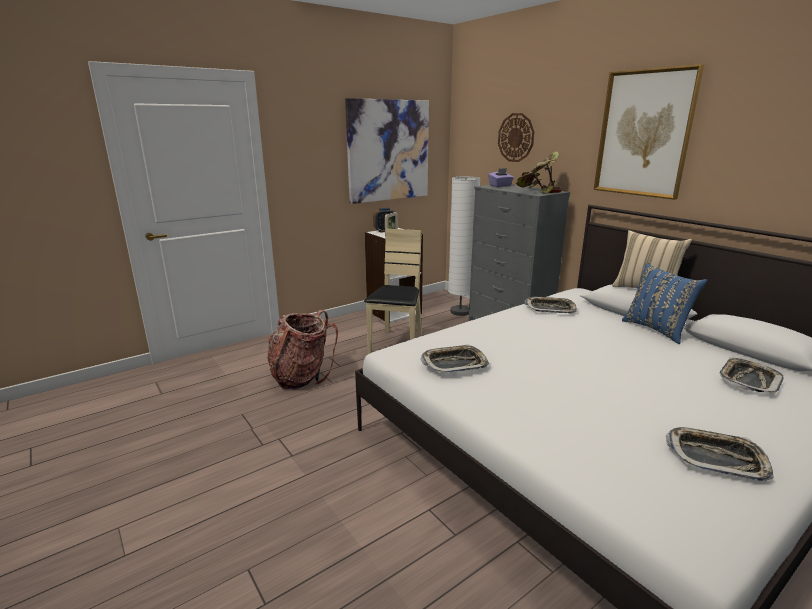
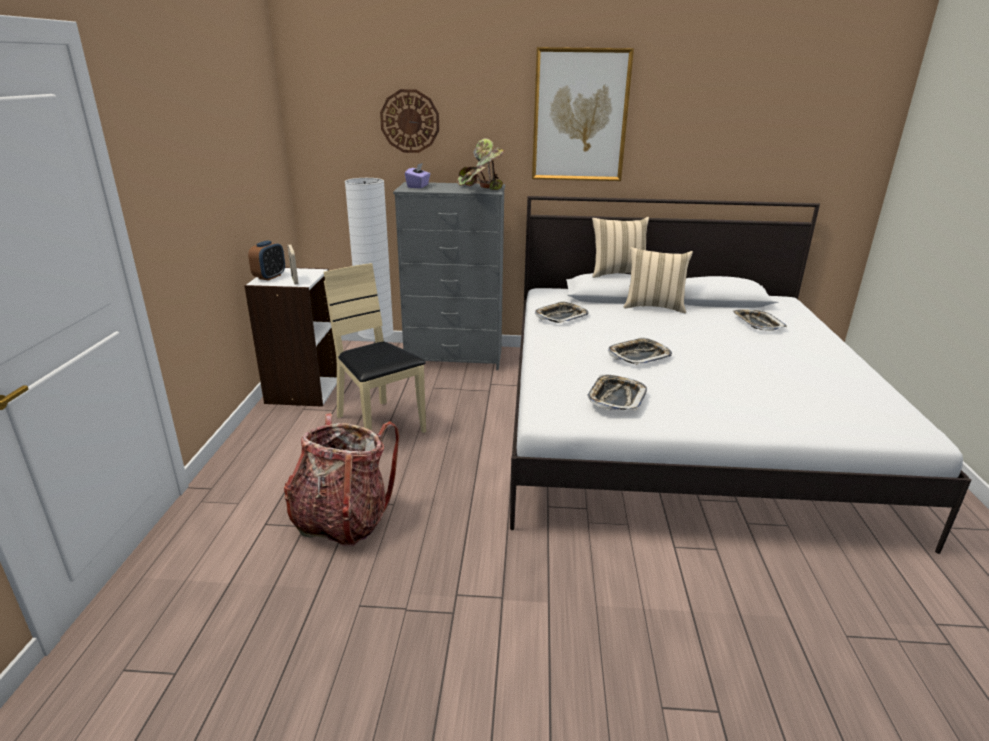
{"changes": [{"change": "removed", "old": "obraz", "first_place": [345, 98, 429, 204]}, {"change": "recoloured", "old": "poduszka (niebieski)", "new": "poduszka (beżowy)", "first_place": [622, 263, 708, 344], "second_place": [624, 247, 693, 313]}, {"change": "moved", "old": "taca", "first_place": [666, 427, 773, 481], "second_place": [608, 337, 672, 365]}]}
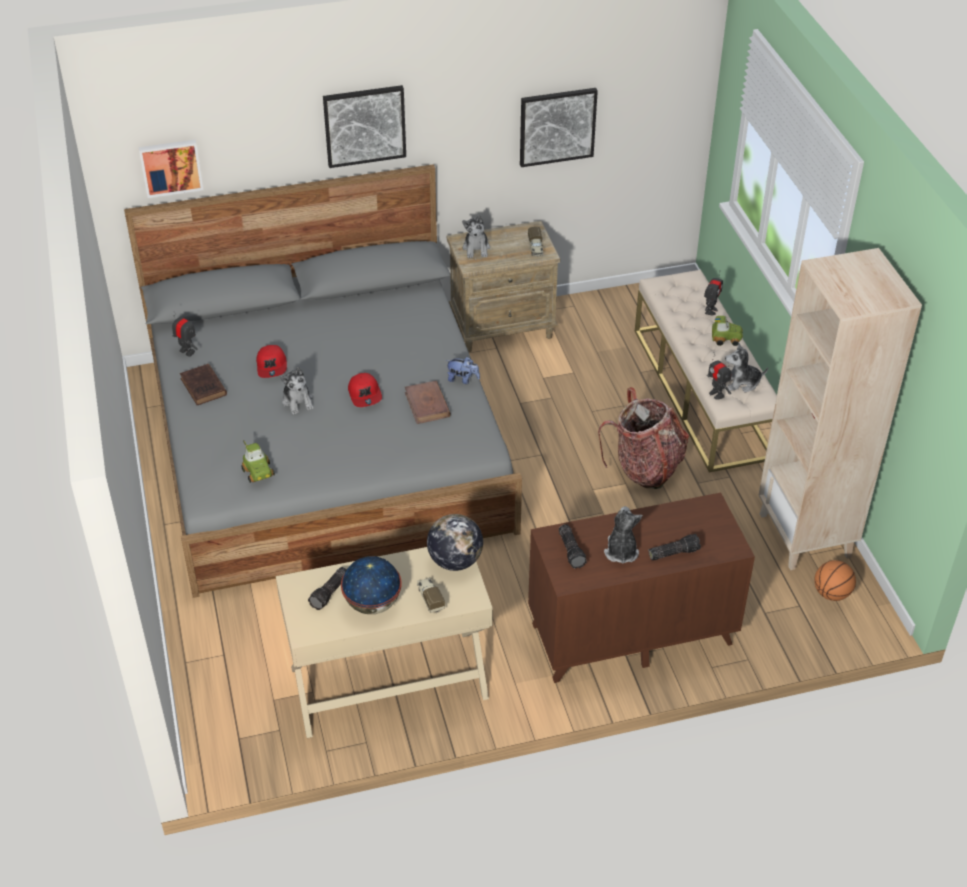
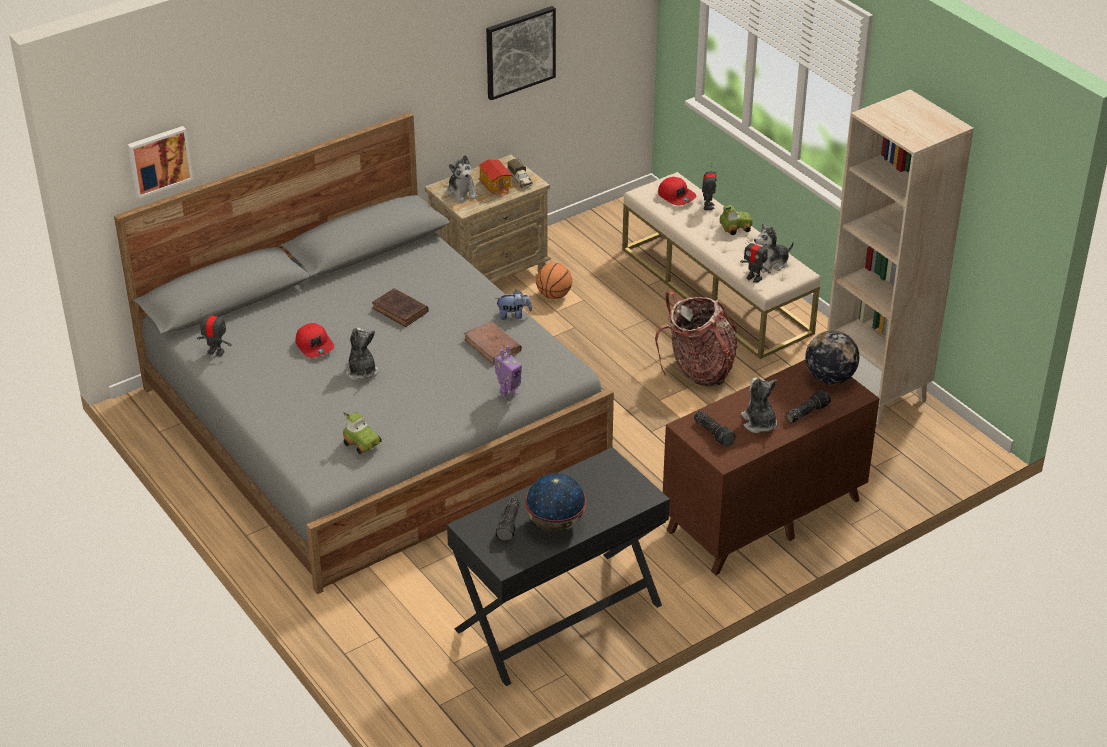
{"changes": [{"change": "removed", "old": "obraz", "first_place": [323, 85, 406, 168]}, {"change": "moved", "old": "książka (brązowy)", "first_place": [180, 364, 227, 405], "second_place": [372, 288, 429, 327]}, {"change": "turned", "old": "pluszak", "first_place": [281, 367, 314, 415], "second_place": [346, 328, 378, 380], "degrees": -150}, {"change": "moved", "old": "czapka z daszkiem (czerwony)", "first_place": [348, 373, 382, 407], "second_place": [658, 177, 696, 205]}, {"change": "moved", "old": "globus", "first_place": [427, 514, 483, 571], "second_place": [805, 331, 859, 384]}, {"change": "recoloured", "old": "biurko (beżowy)", "new": "biurko (czarny)", "first_place": [276, 547, 493, 738], "second_place": [447, 447, 670, 686]}, {"change": "moved", "old": "piłka do koszykówki", "first_place": [814, 560, 856, 601], "second_place": [536, 263, 572, 299]}, {"change": "removed", "old": "ciężarówka zabawkowa", "first_place": [417, 577, 445, 613]}, {"change": "added", "new": "domek", "second_place": [478, 159, 512, 196]}, {"change": "added", "new": "robot zabawkowy", "second_place": [495, 346, 522, 400]}]}
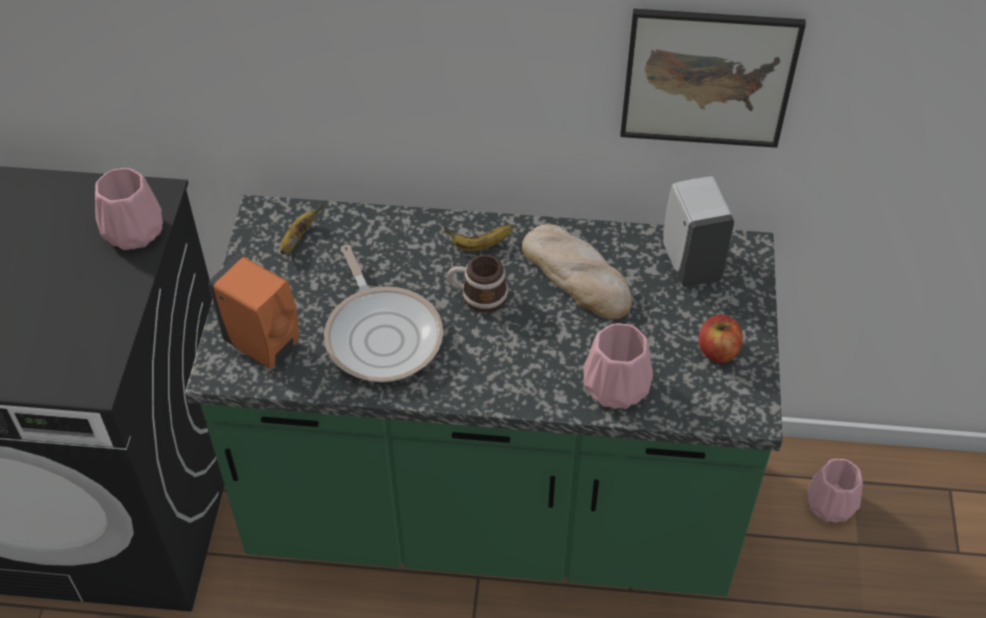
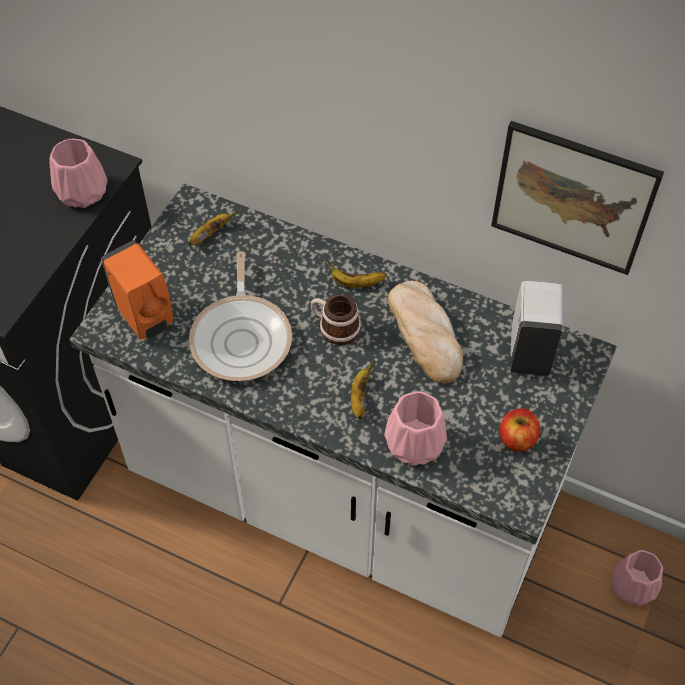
{"changes": [{"change": "recoloured", "old": "zabudowa kuchenna (zielony)", "new": "zabudowa kuchenna (biały)", "first_place": [185, 195, 783, 596], "second_place": [70, 184, 617, 637]}, {"change": "added", "new": "banan", "second_place": [351, 360, 375, 419]}]}
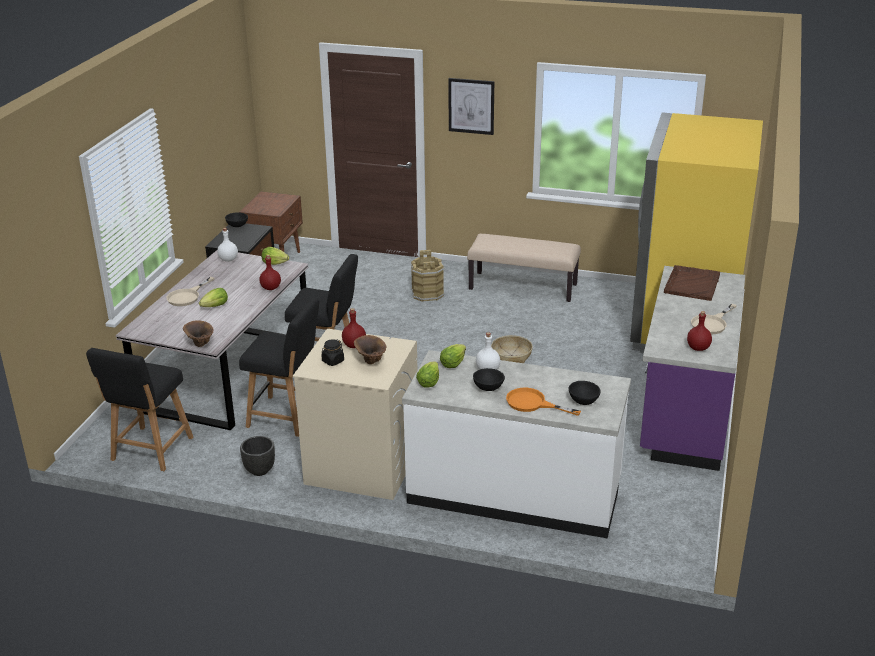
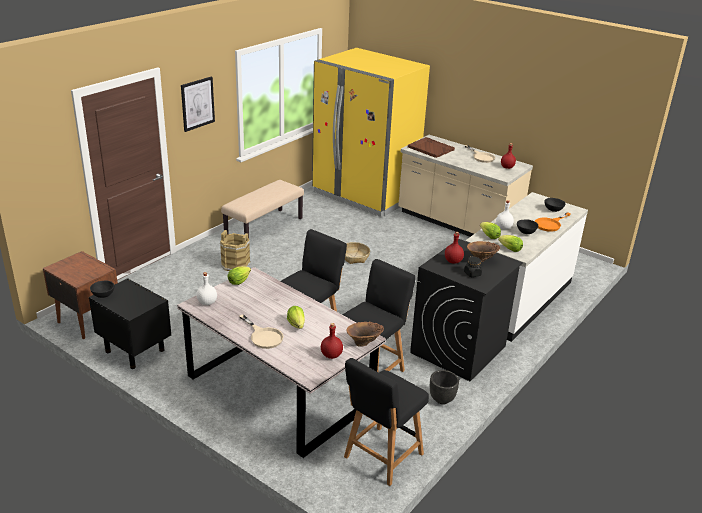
{"changes": [{"change": "moved", "old": "butelka (czerwony)", "first_place": [259, 255, 281, 290], "second_place": [321, 323, 343, 359]}, {"change": "recoloured", "old": "zabudowa kuchenna (fioletowy)", "new": "zabudowa kuchenna (beżowy)", "first_place": [640, 266, 745, 471], "second_place": [398, 135, 533, 237]}, {"change": "recoloured", "old": "pralka (beżowy)", "new": "pralka (czarny)", "first_place": [293, 329, 418, 500], "second_place": [410, 239, 523, 381]}, {"change": "turned", "old": "krzesło (czarny)", "first_place": [86, 348, 193, 471], "second_place": [344, 358, 429, 486], "degrees": 90}]}
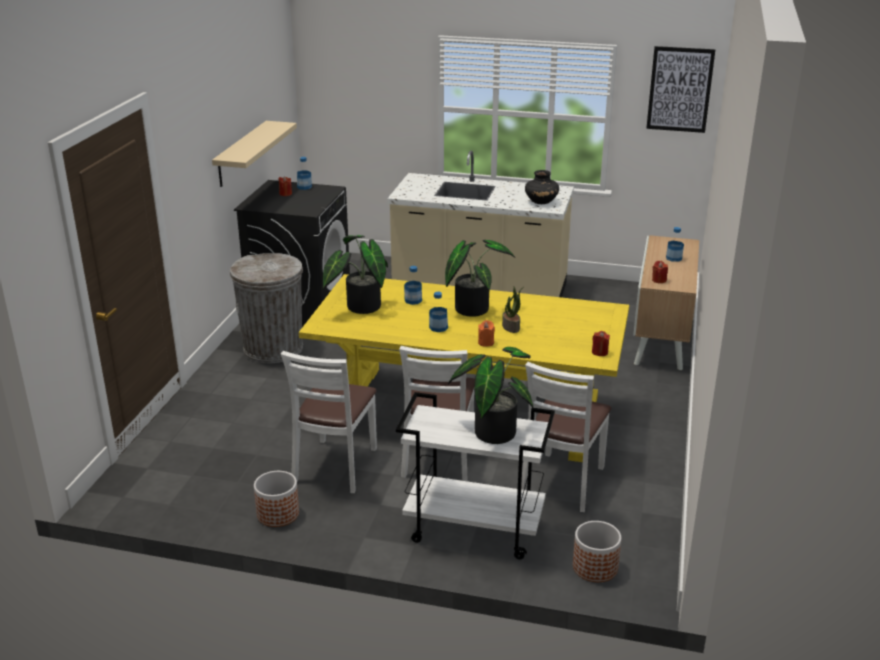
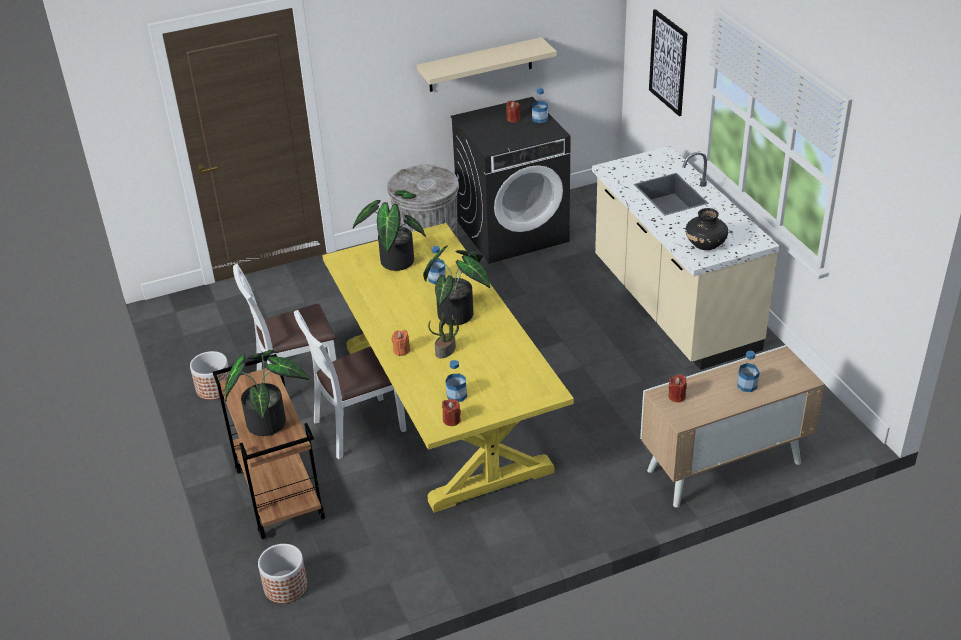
{"changes": [{"change": "moved", "old": "obraz", "first_place": [646, 46, 715, 133], "second_place": [649, 9, 688, 116]}, {"change": "moved", "old": "butelka", "first_place": [429, 292, 448, 332], "second_place": [445, 360, 467, 402]}, {"change": "removed", "old": "krzesło (biały)", "first_place": [521, 362, 612, 512]}, {"change": "recoloured", "old": "wózek (biały)", "new": "wózek (brązowy)", "first_place": [396, 392, 555, 559], "second_place": [212, 354, 325, 539]}]}
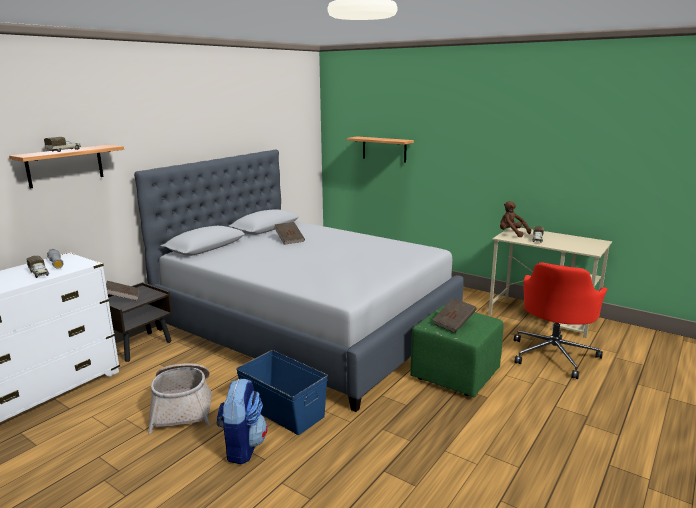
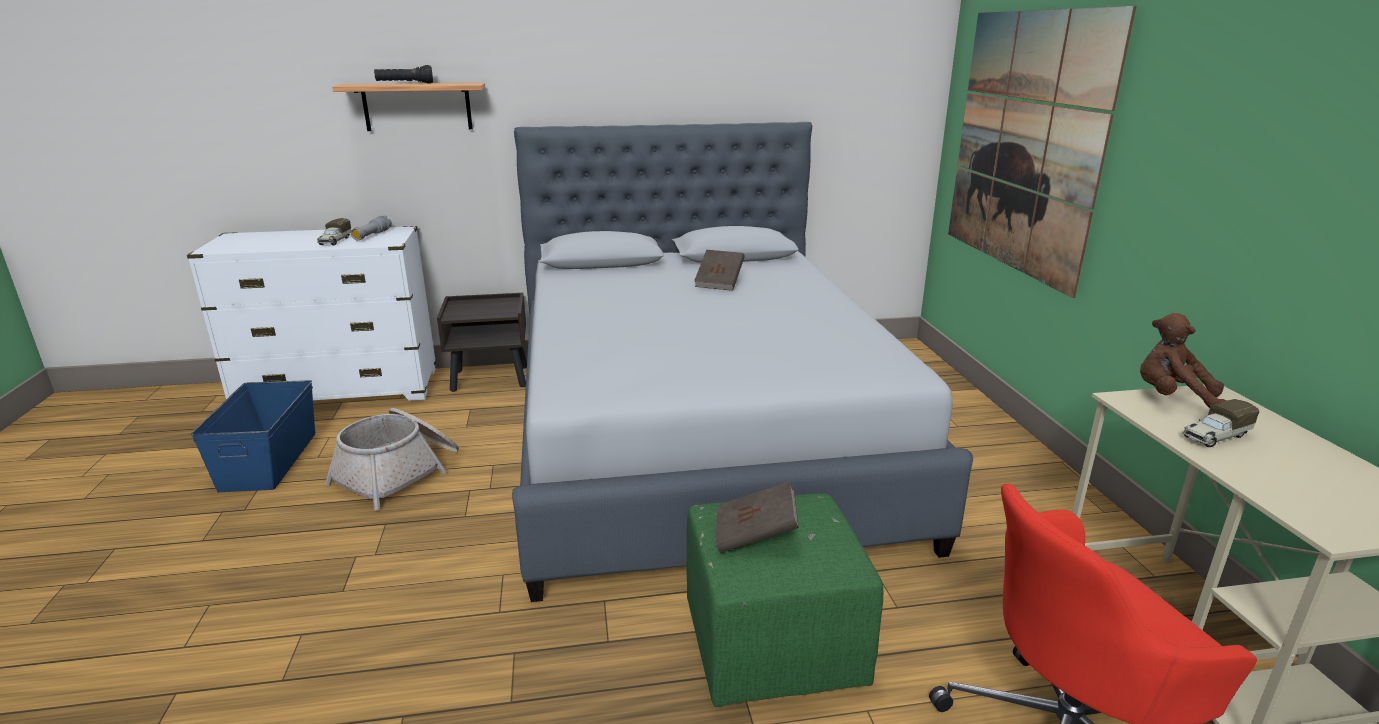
{"changes": [{"change": "replaced", "old": "półka", "new": "obraz", "first_place": [347, 136, 414, 162], "second_place": [948, 6, 1136, 298]}, {"change": "replaced", "old": "ciężarówka zabawkowa", "new": "latarka (czarny)", "first_place": [44, 137, 81, 152], "second_place": [374, 65, 433, 84]}, {"change": "turned", "old": "pluszak (brązowy)", "first_place": [500, 201, 532, 237], "second_place": [1140, 313, 1226, 408], "degrees": -60}, {"change": "removed", "old": "książka (brązowy)", "first_place": [106, 281, 139, 301]}, {"change": "moved", "old": "pojemnik do przechowywania (niebieski)", "first_place": [236, 350, 328, 435], "second_place": [191, 380, 315, 492]}, {"change": "removed", "old": "plecak", "first_place": [217, 378, 268, 464]}]}
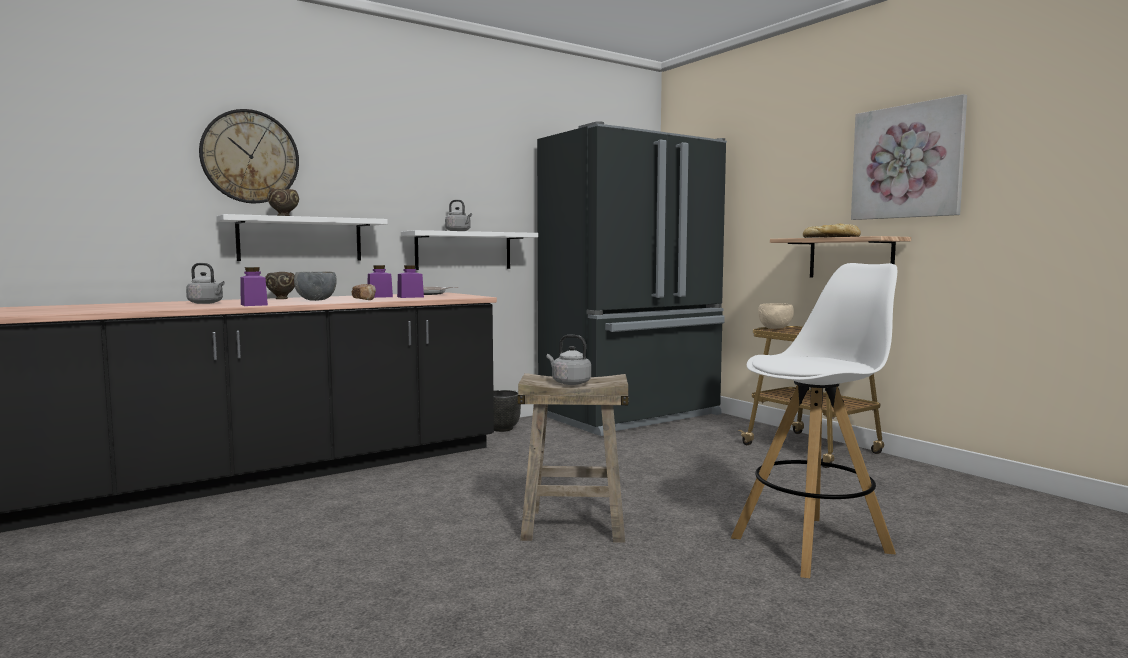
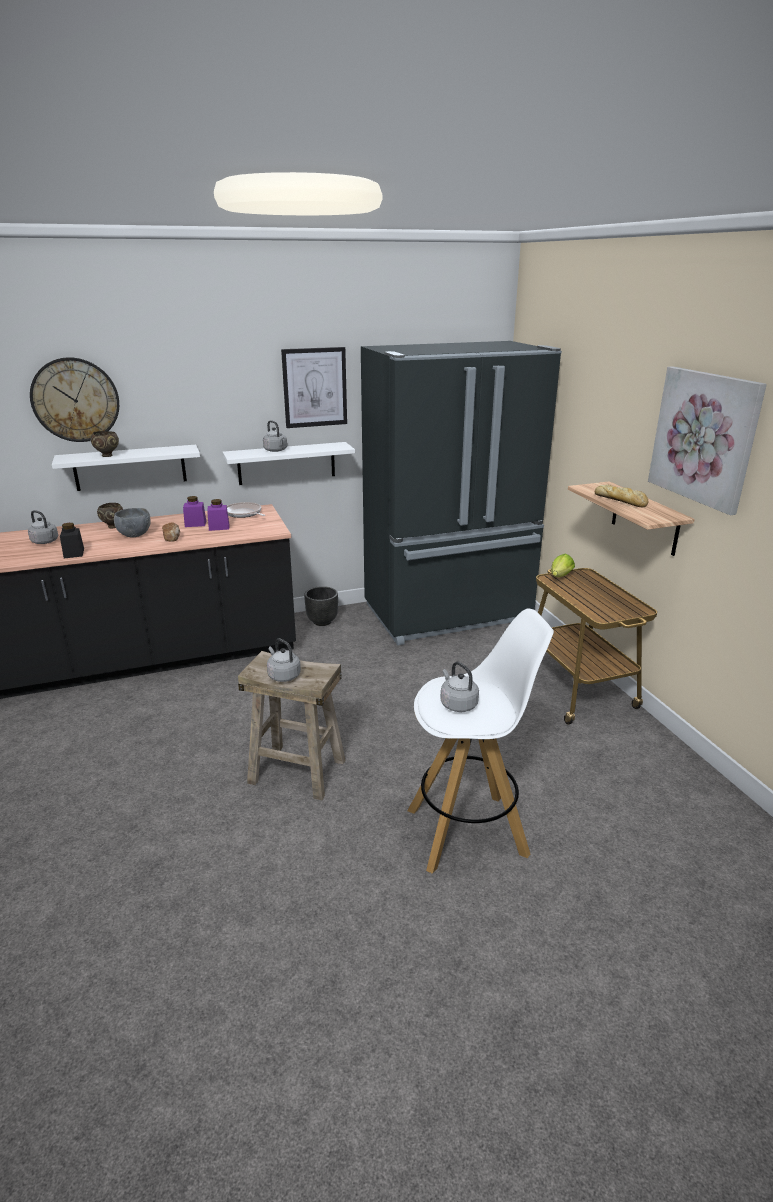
{"changes": [{"change": "recoloured", "old": "słoik (fioletowy)", "new": "słoik (czarny)", "first_place": [240, 267, 268, 306], "second_place": [60, 523, 84, 558]}, {"change": "replaced", "old": "miska (beżowy)", "new": "sałata", "first_place": [758, 303, 794, 329], "second_place": [551, 553, 575, 577]}, {"change": "added", "new": "obraz", "second_place": [281, 347, 347, 428]}, {"change": "added", "new": "czajnik (szary)", "second_place": [440, 662, 479, 712]}]}
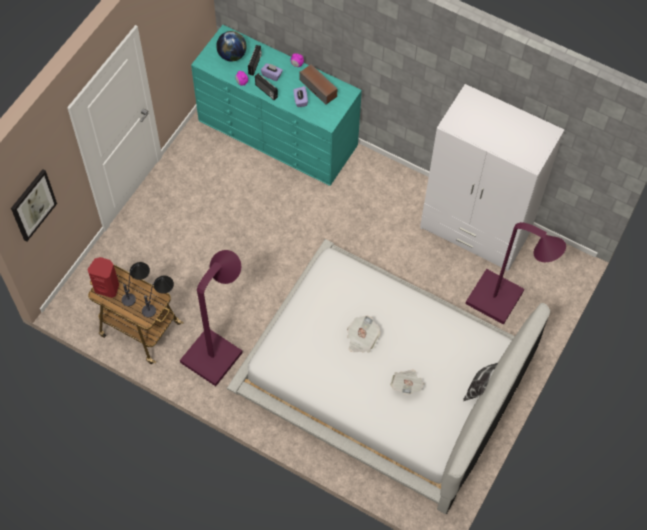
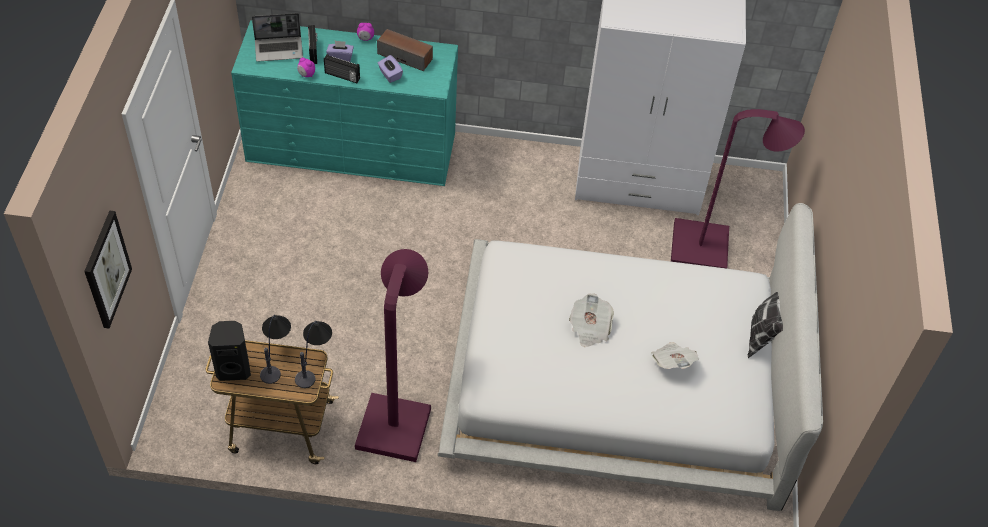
{"changes": [{"change": "replaced", "old": "globus", "new": "laptop", "first_place": [216, 31, 247, 62], "second_place": [252, 13, 303, 62]}, {"change": "recoloured", "old": "głośnik (czerwony)", "new": "głośnik (czarny)", "first_place": [87, 257, 119, 298], "second_place": [208, 321, 251, 381]}]}
